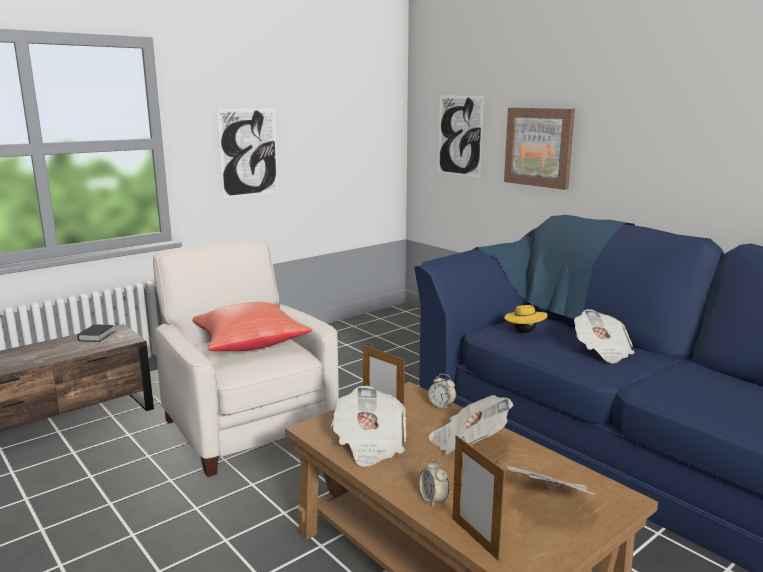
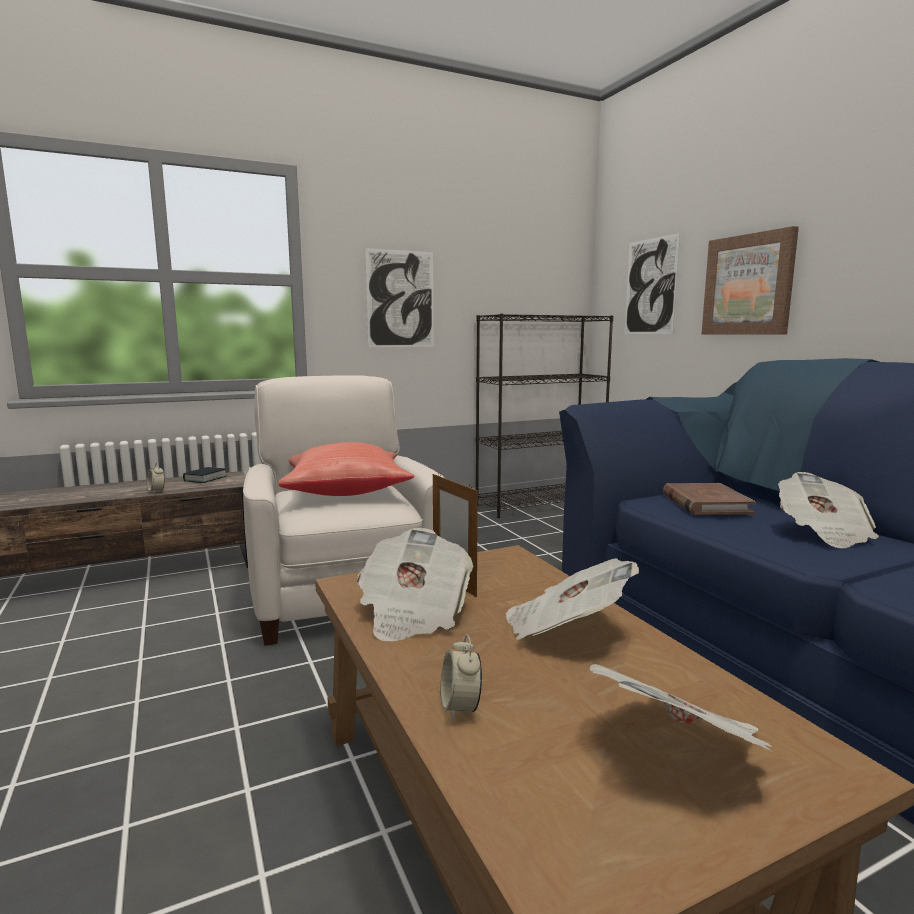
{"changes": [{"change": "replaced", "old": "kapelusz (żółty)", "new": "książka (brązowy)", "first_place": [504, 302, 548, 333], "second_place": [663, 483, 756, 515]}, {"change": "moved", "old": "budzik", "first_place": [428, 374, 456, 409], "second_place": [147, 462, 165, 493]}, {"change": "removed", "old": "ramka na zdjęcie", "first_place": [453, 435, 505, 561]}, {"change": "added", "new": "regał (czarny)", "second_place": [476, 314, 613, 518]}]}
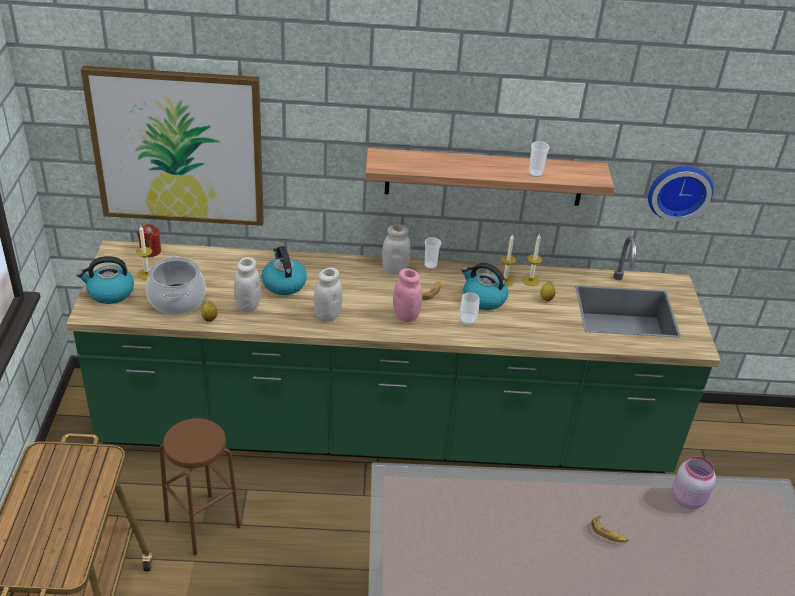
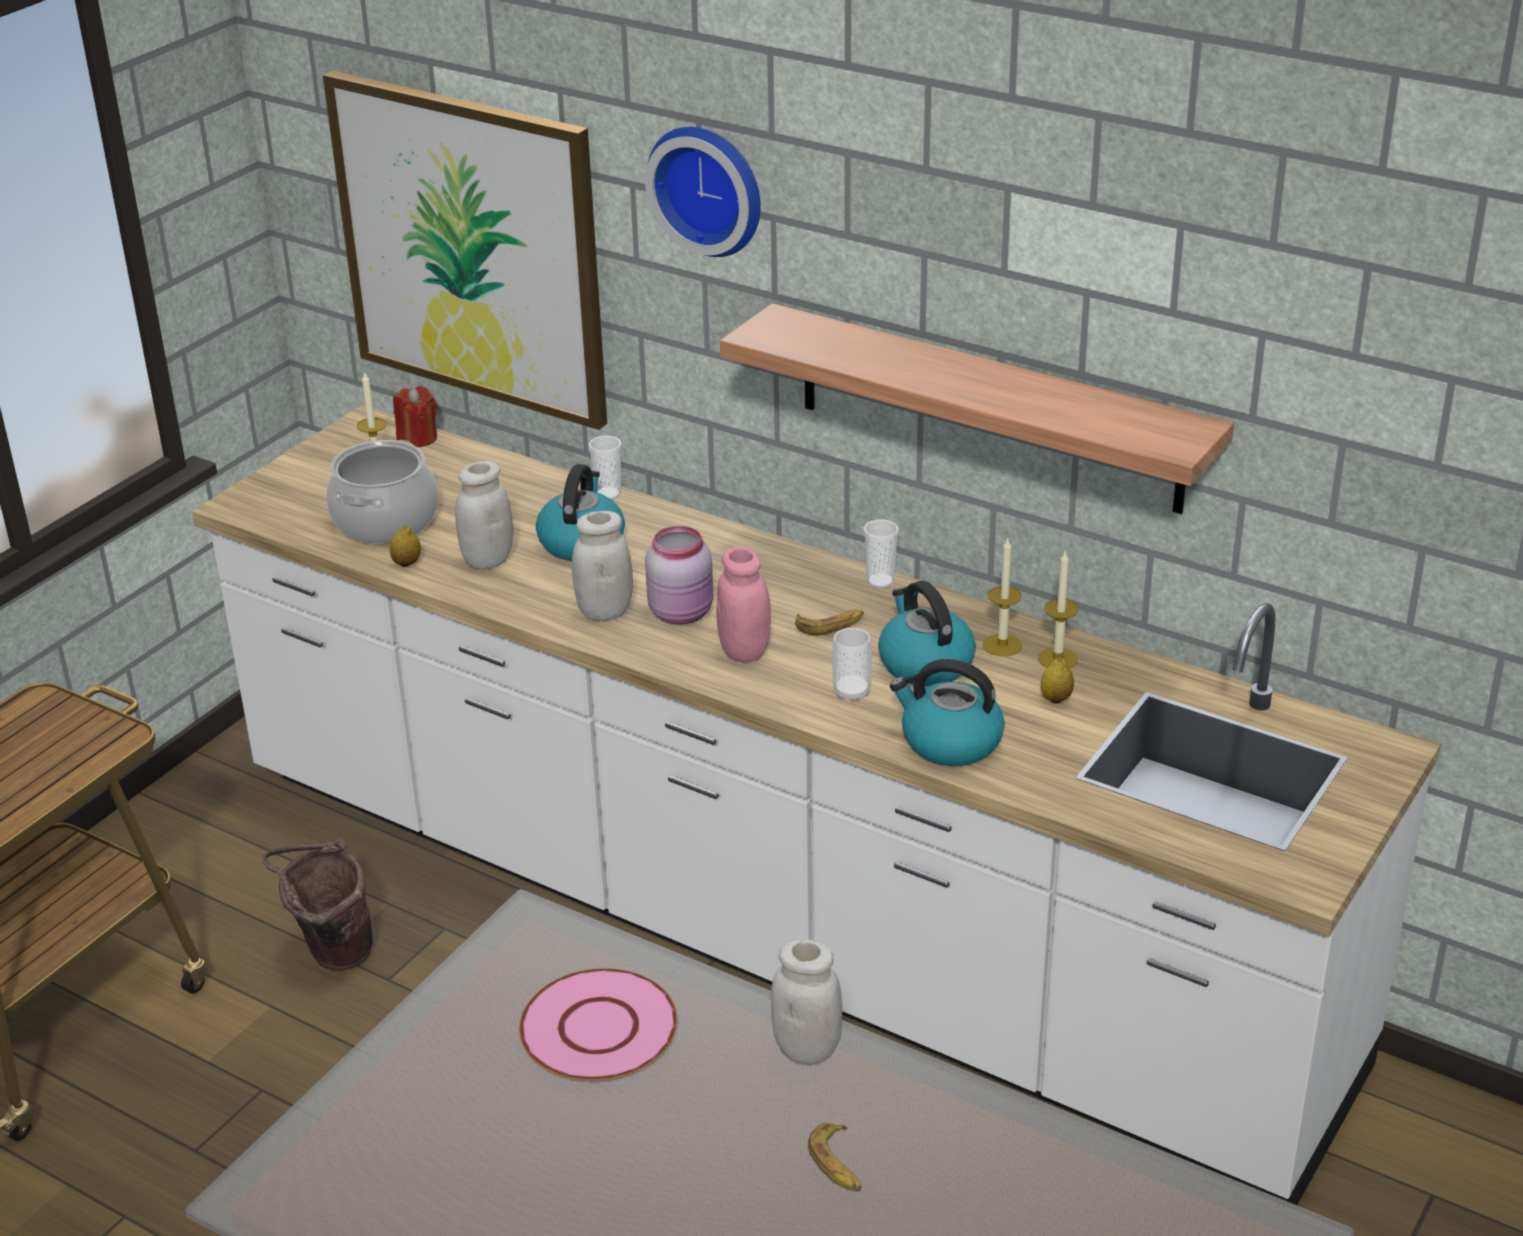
{"changes": [{"change": "moved", "old": "filiżanka", "first_place": [529, 141, 549, 177], "second_place": [588, 435, 622, 500]}, {"change": "moved", "old": "zegar ścienny", "first_place": [648, 166, 714, 221], "second_place": [645, 127, 761, 257]}, {"change": "moved", "old": "słoik (biały)", "first_place": [382, 224, 410, 275], "second_place": [771, 939, 842, 1065]}, {"change": "recoloured", "old": "zabudowa kuchenna (zielony)", "new": "zabudowa kuchenna (biały)", "first_place": [66, 236, 721, 473], "second_place": [192, 405, 1441, 1205]}, {"change": "moved", "old": "czajnik", "first_place": [77, 256, 134, 304], "second_place": [890, 659, 1005, 766]}, {"change": "replaced", "old": "stołek (brązowy)", "new": "wiadro (brązowy)", "first_place": [159, 418, 241, 555], "second_place": [261, 839, 373, 971]}, {"change": "moved", "old": "słoik (różowy)", "first_place": [672, 456, 716, 509], "second_place": [645, 526, 713, 625]}, {"change": "added", "new": "talerz (różowy)", "second_place": [519, 968, 677, 1081]}]}
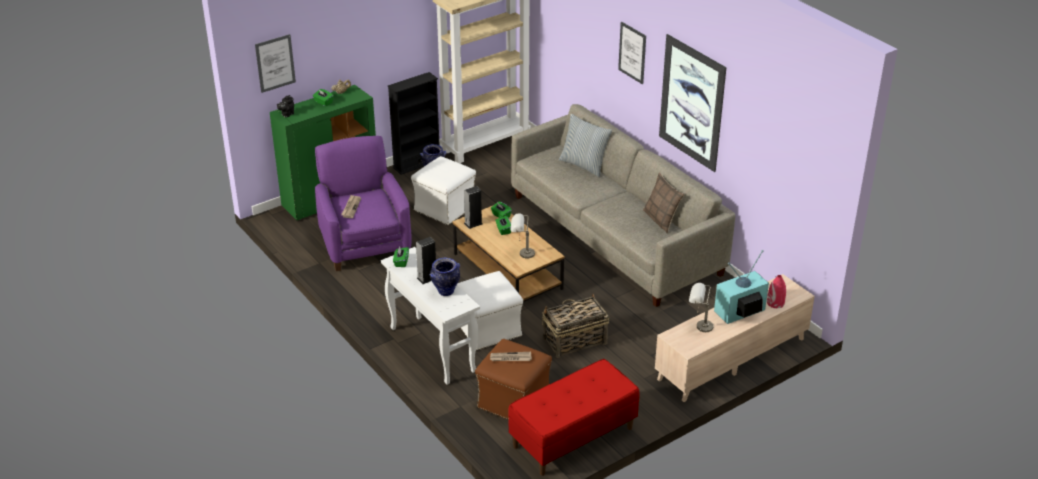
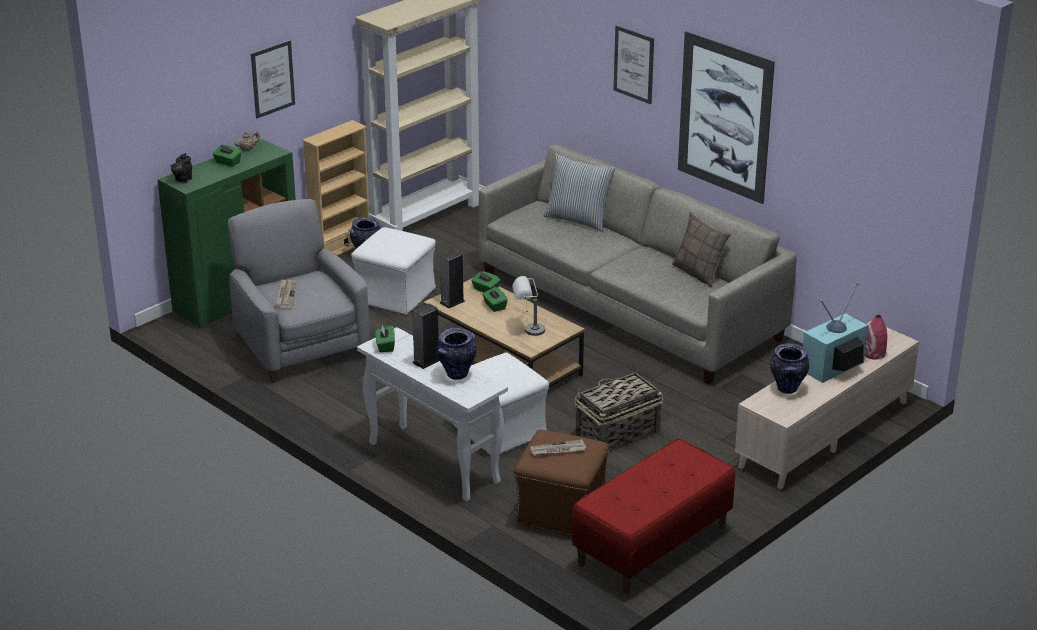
{"changes": [{"change": "moved", "old": "obraz", "first_place": [255, 34, 296, 93], "second_place": [251, 40, 295, 118]}, {"change": "recoloured", "old": "regał (czarny)", "new": "regał (beżowy)", "first_place": [387, 72, 440, 175], "second_place": [302, 120, 369, 256]}, {"change": "recoloured", "old": "fotel (fioletowy)", "new": "fotel (szary)", "first_place": [315, 136, 412, 271], "second_place": [228, 199, 370, 383]}, {"change": "replaced", "old": "lampa stołowa (szary)", "new": "wazon", "first_place": [689, 283, 713, 332], "second_place": [770, 343, 809, 394]}]}
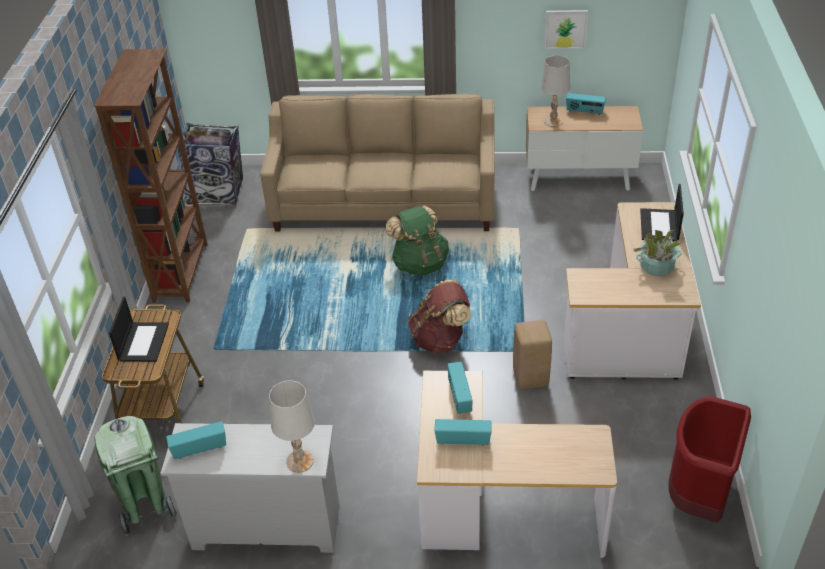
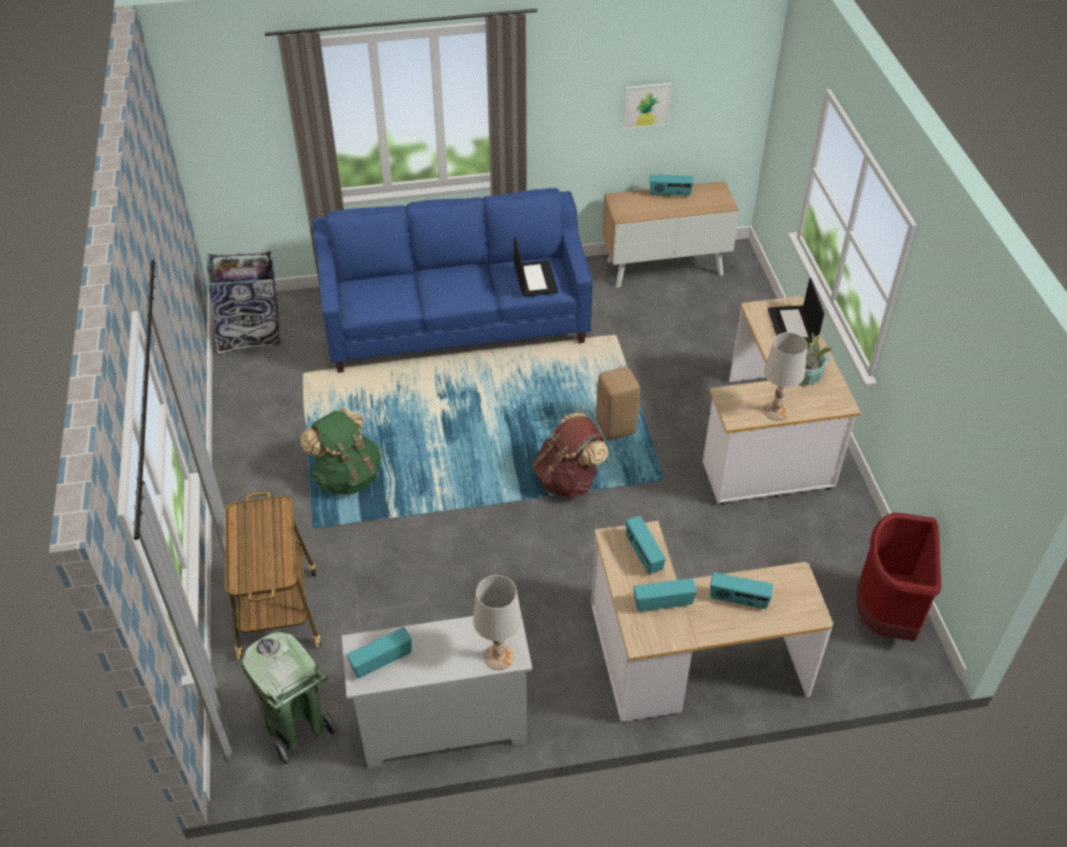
{"changes": [{"change": "removed", "old": "regał (brązowy)", "first_place": [93, 49, 208, 303]}, {"change": "moved", "old": "lampa stołowa (biały)", "first_place": [541, 55, 570, 127], "second_place": [763, 332, 807, 421]}, {"change": "recoloured", "old": "kanapa (beżowy)", "new": "kanapa (niebieski)", "first_place": [260, 94, 495, 232], "second_place": [312, 188, 593, 373]}, {"change": "moved", "old": "plecak (zielony)", "first_place": [386, 205, 449, 276], "second_place": [301, 408, 381, 495]}, {"change": "moved", "old": "laptop", "first_place": [109, 297, 169, 362], "second_place": [514, 238, 558, 297]}, {"change": "moved", "old": "stołek (beżowy)", "first_place": [513, 320, 552, 389], "second_place": [596, 367, 640, 440]}, {"change": "added", "new": "radio", "second_place": [710, 572, 773, 609]}]}
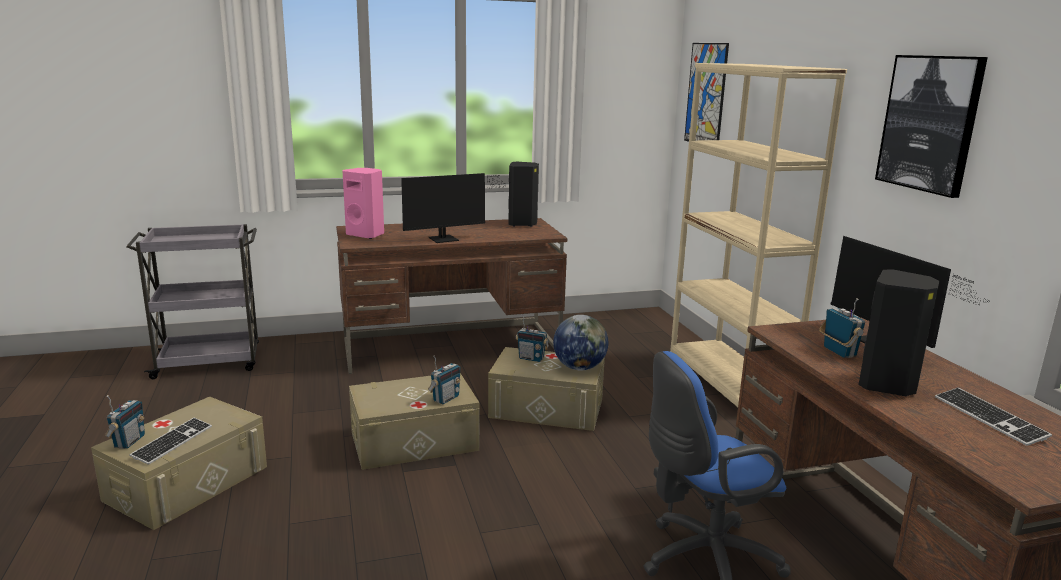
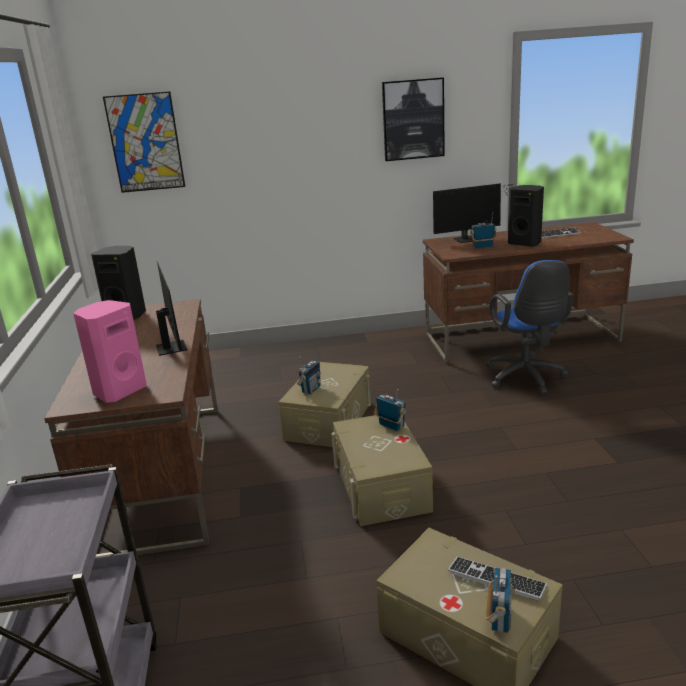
{"changes": [{"change": "removed", "old": "regał (beżowy)", "first_place": [670, 63, 847, 407]}, {"change": "removed", "old": "globus", "first_place": [553, 315, 608, 371]}, {"change": "turned", "old": "radio", "first_place": [105, 395, 145, 449], "second_place": [485, 568, 515, 633], "degrees": 90}]}
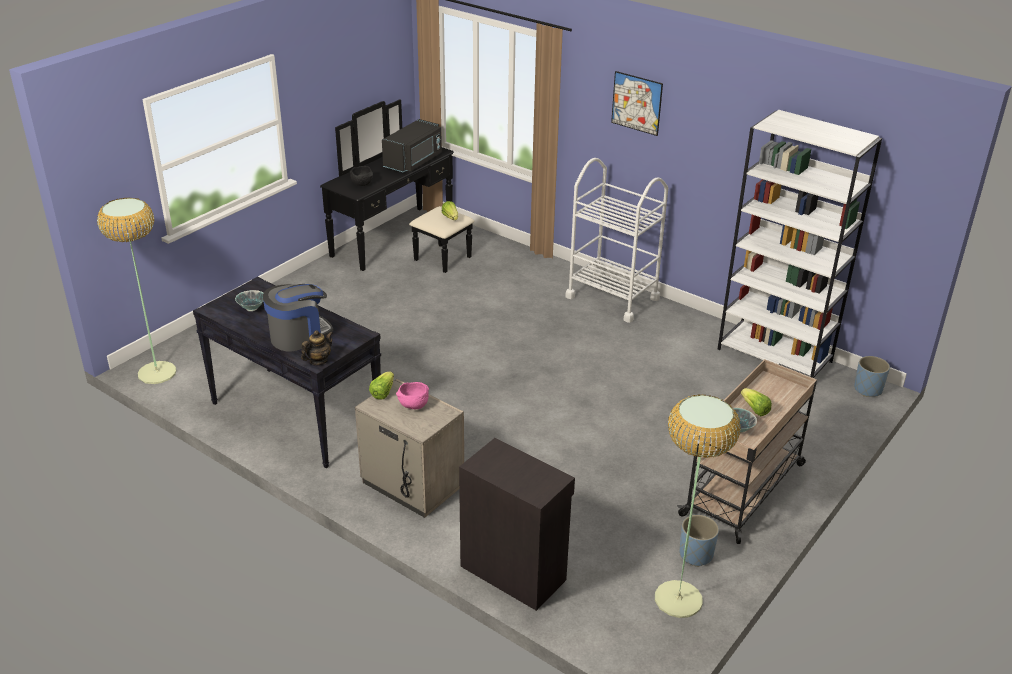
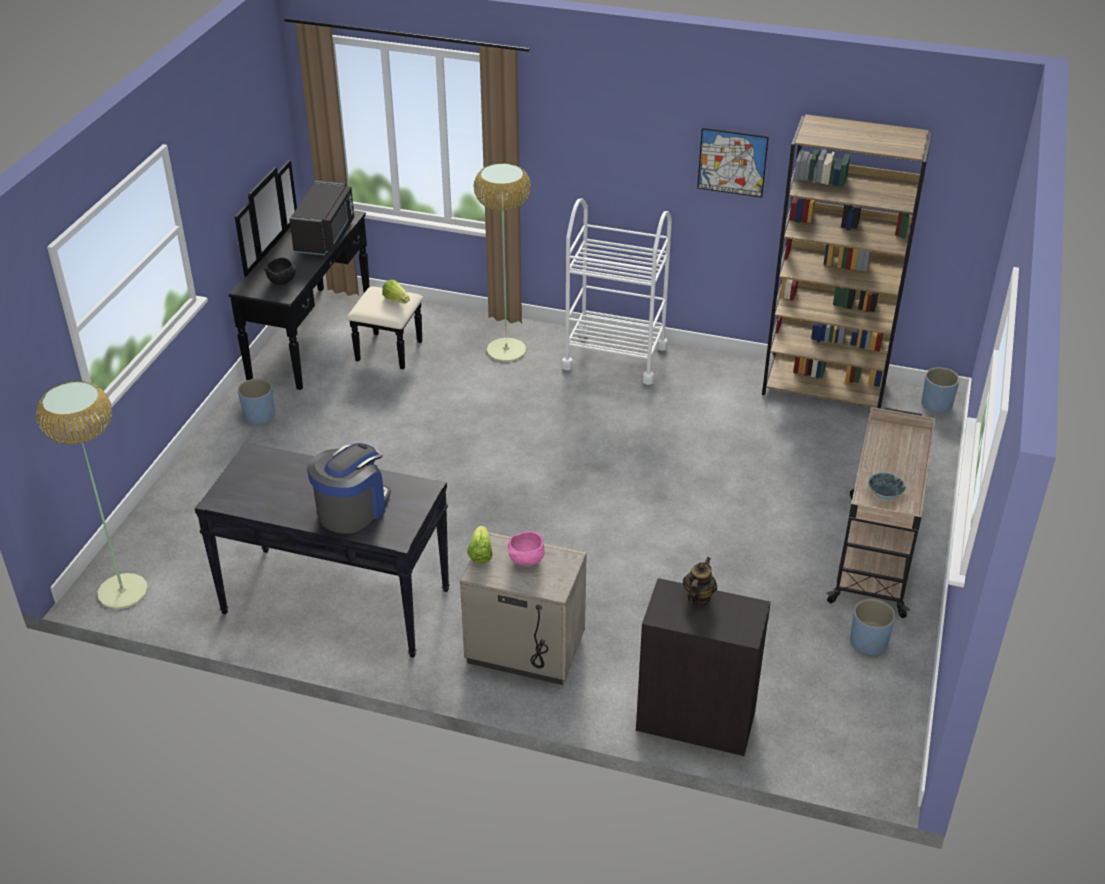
{"changes": [{"change": "moved", "old": "obraz", "first_place": [611, 71, 663, 136], "second_place": [697, 128, 769, 197]}, {"change": "recoloured", "old": "regał (biały)", "new": "regał (brązowy)", "first_place": [718, 110, 882, 378], "second_place": [762, 114, 932, 409]}, {"change": "removed", "old": "miska", "first_place": [235, 290, 263, 311]}, {"change": "moved", "old": "imbryk", "first_place": [301, 330, 333, 365], "second_place": [683, 557, 717, 605]}, {"change": "removed", "old": "sałata", "first_place": [741, 388, 772, 416]}, {"change": "moved", "old": "lampa stojąca", "first_place": [655, 394, 741, 618], "second_place": [474, 163, 531, 362]}, {"change": "added", "new": "donica (niebieski)", "second_place": [238, 379, 275, 426]}]}
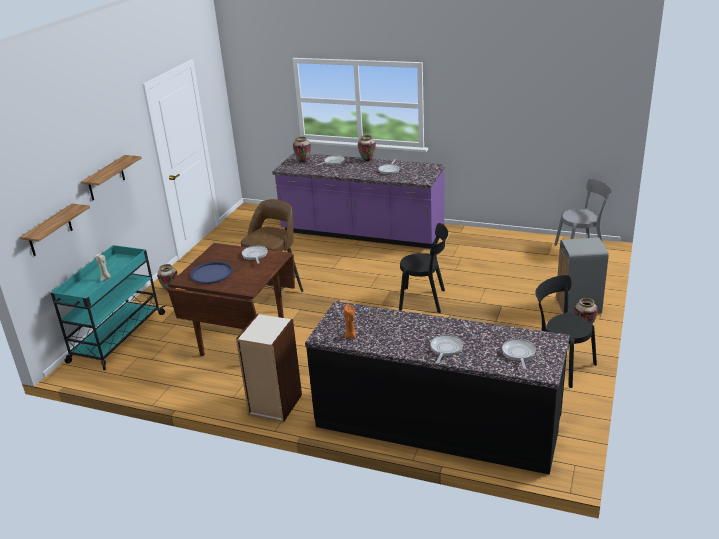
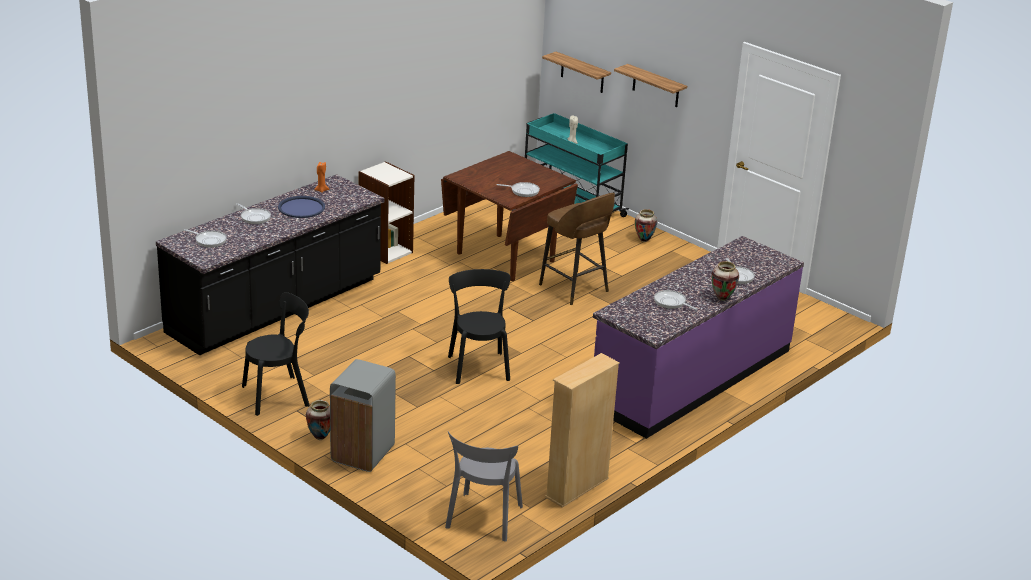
{"changes": [{"change": "removed", "old": "wazon", "first_place": [293, 136, 311, 163]}, {"change": "turned", "old": "krzesło (czarny)", "first_place": [399, 223, 448, 313], "second_place": [448, 269, 510, 384], "degrees": 135}, {"change": "moved", "old": "taca (niebieski)", "first_place": [190, 261, 233, 284], "second_place": [278, 196, 325, 218]}, {"change": "added", "new": "regał (beżowy)", "second_place": [545, 353, 620, 508]}]}
